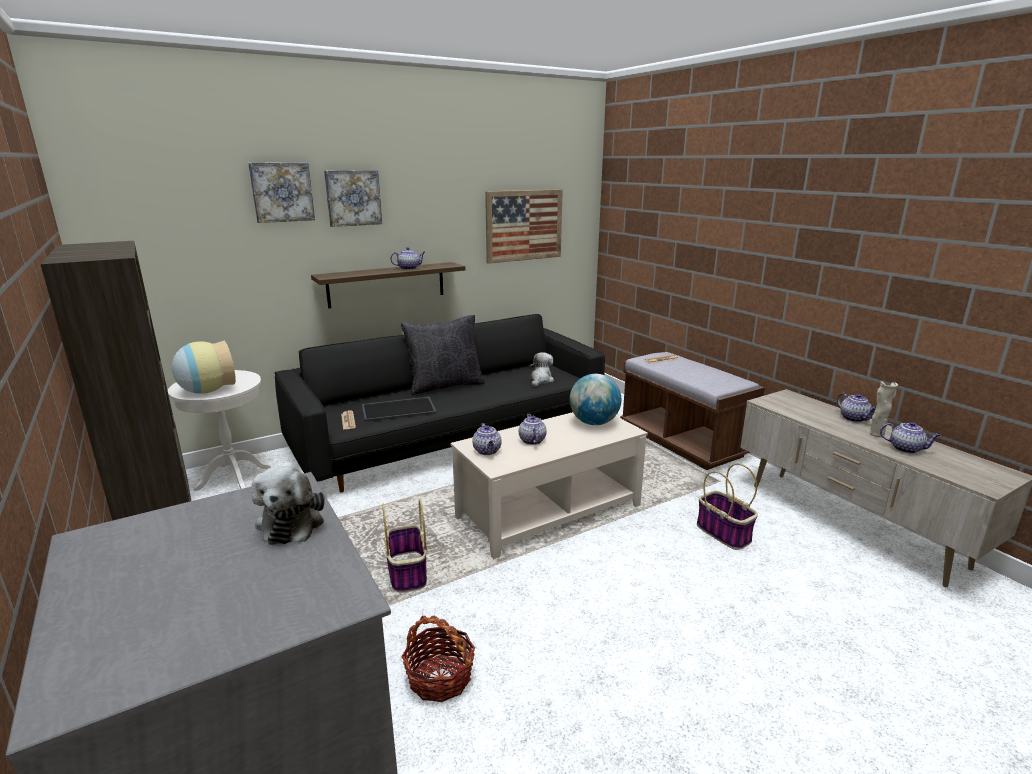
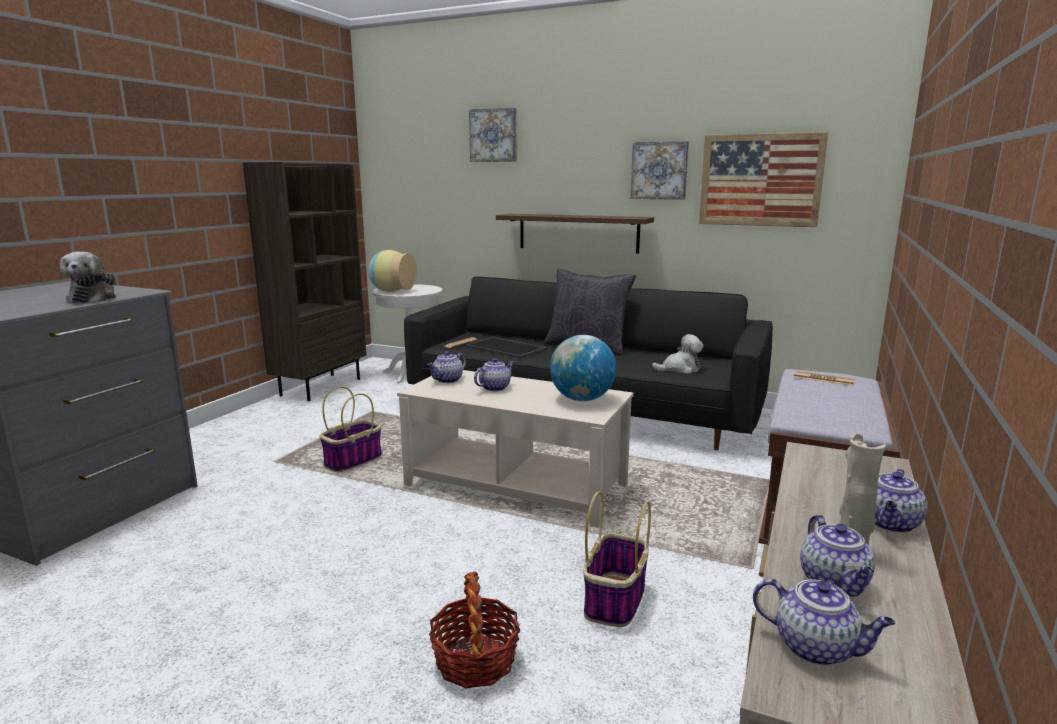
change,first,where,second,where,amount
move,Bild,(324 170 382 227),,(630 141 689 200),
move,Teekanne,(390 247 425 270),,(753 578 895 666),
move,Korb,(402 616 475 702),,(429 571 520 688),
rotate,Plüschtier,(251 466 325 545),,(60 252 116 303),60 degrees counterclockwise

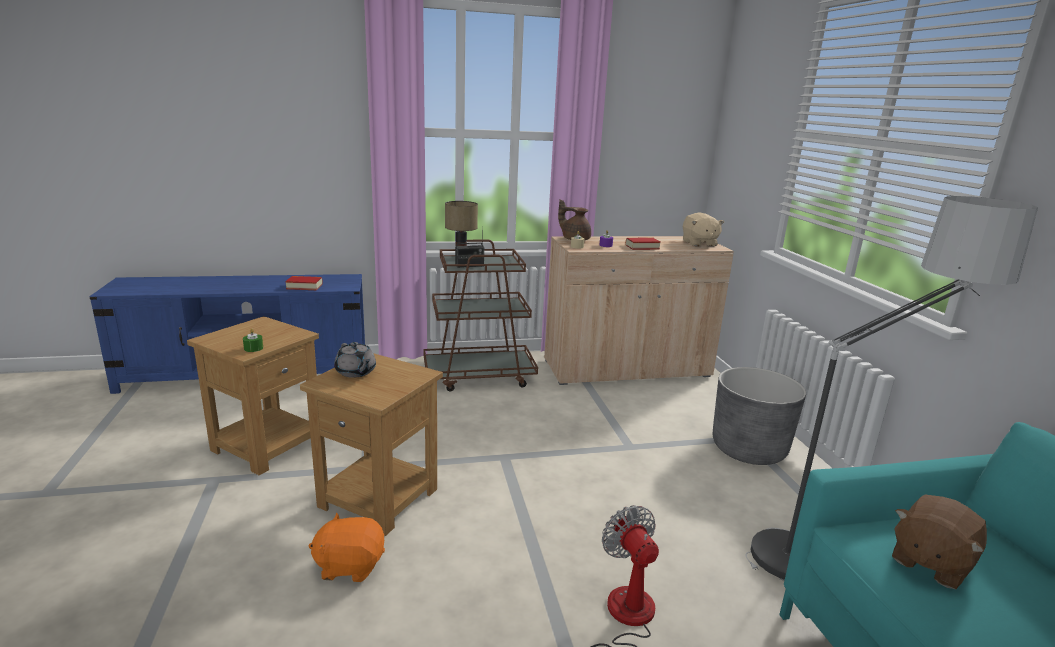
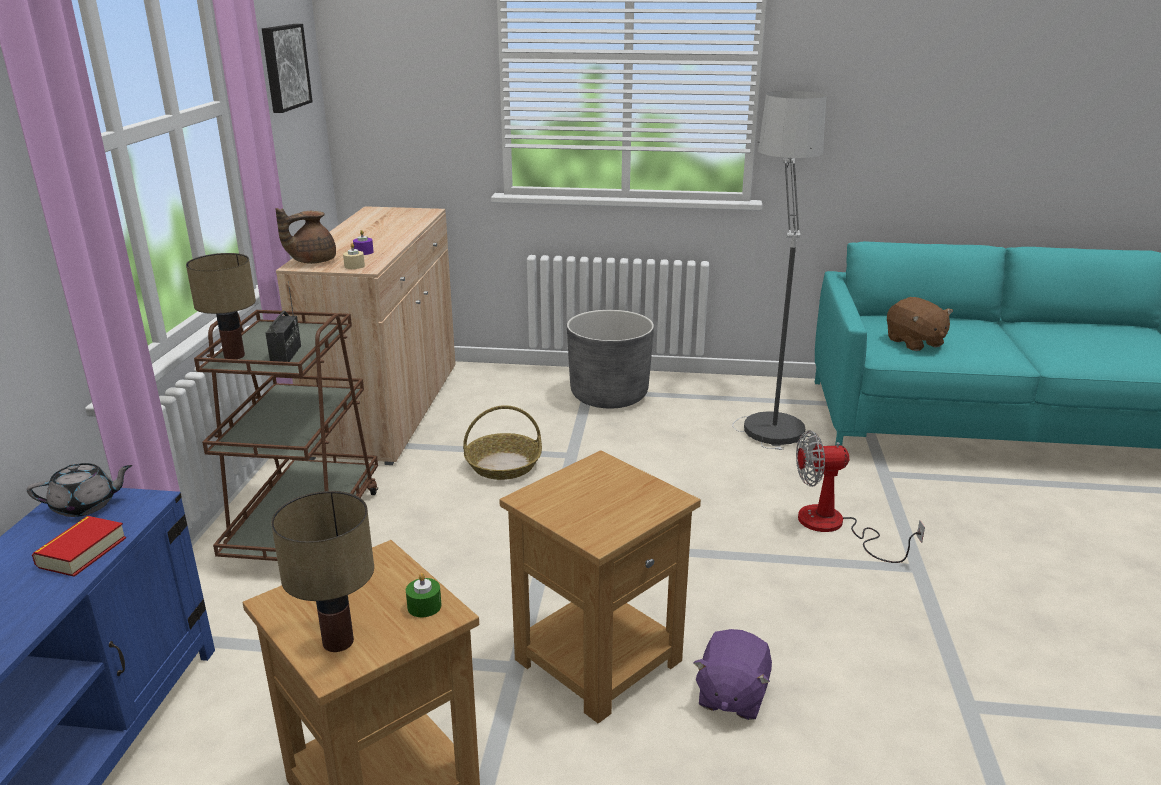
change,first,where,second,where,amount
delete,Buch,(626 238 660 250),,,
delete,Plüschtier (beige),(683 213 724 247),,,
insert,,,Bild,(262 24 313 113),
insert,,,Tischlampe,(271 491 374 652),
insert,,,Korb,(463 405 542 480),
move,Teekanne (grau),(334 342 376 378),,(27 463 132 517),
recolor,Plüschtier (orange),(309 513 385 582),Plüschtier (lila),(693 629 772 720),

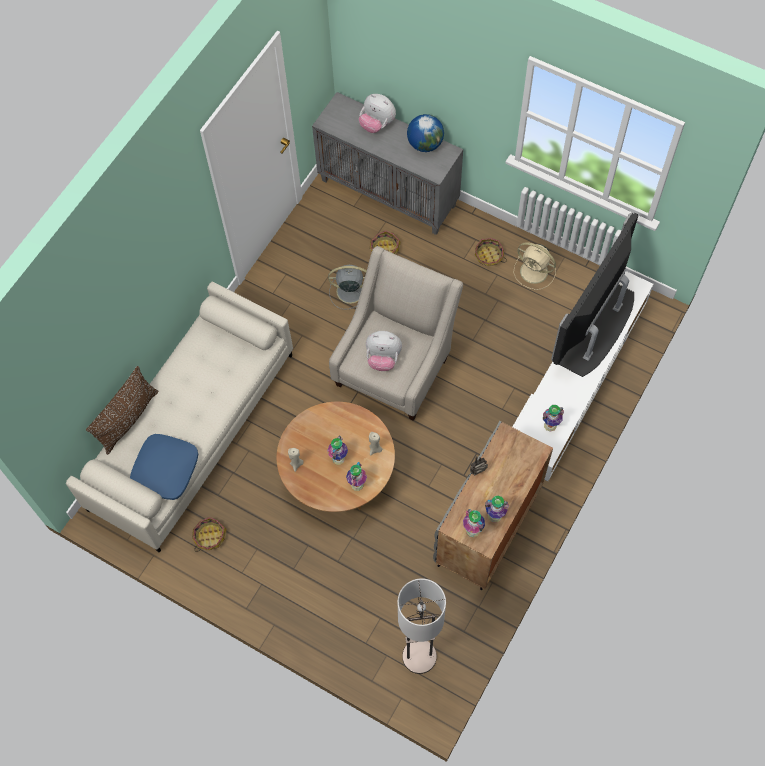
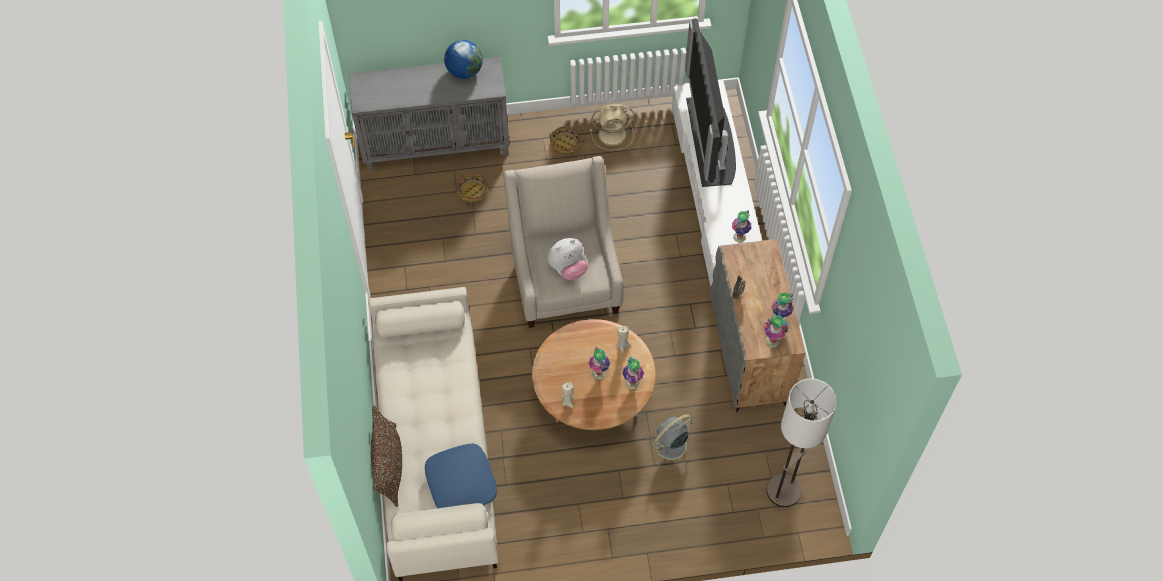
change,first,where,second,where,amount
delete,Korb,(192 517 227 552),,,
delete,Plüschtier,(359 94 396 133),,,
move,Ventilator (grau),(328 265 367 310),,(646 414 696 469),

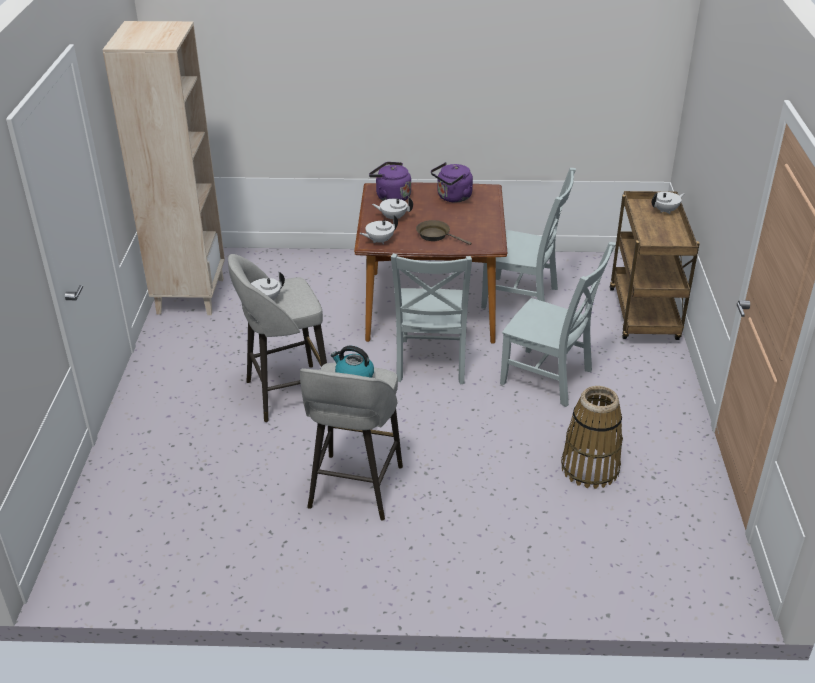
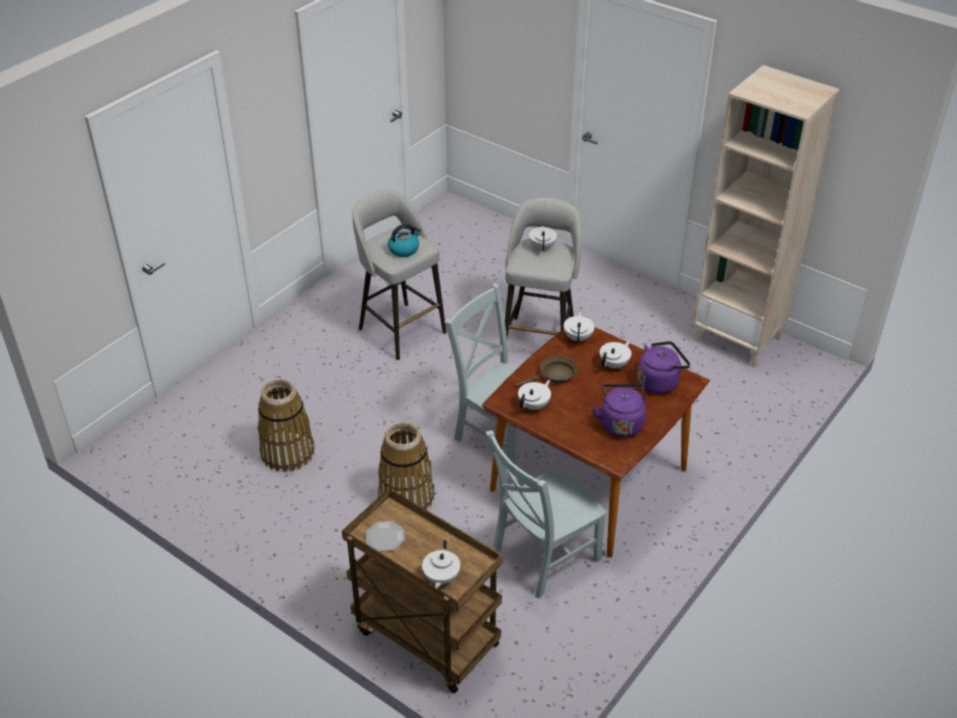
change,first,where,second,where,amount
insert,,,Teller,(366 521 405 552),
insert,,,Teekanne (weiß),(518 380 551 410),
replace,Stuhl (grau),(500 242 616 407),Korb,(378 422 435 510),

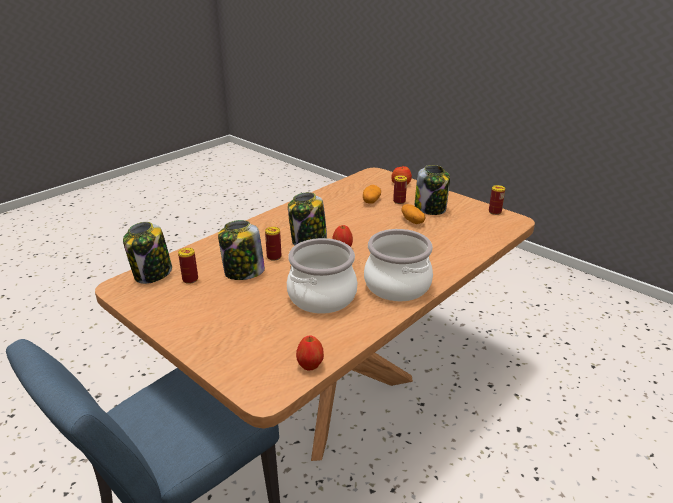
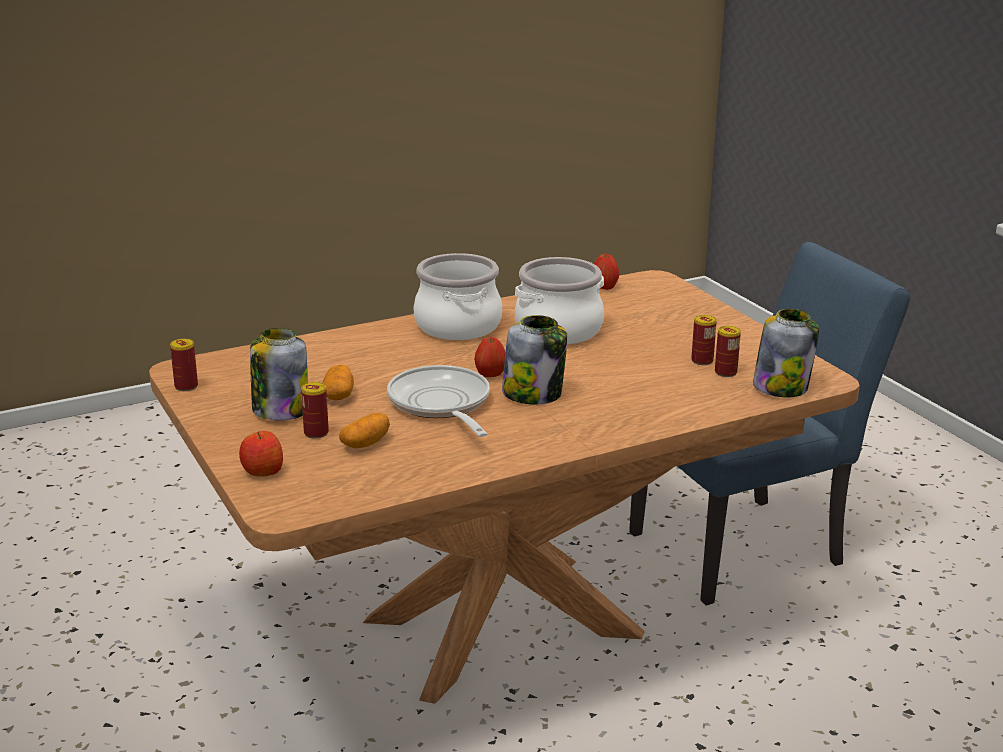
change,first,where,second,where,amount
delete,Vorratsglas,(218 220 265 280),,,
insert,,,Pfanne,(387 365 490 437),
move,Dose,(265 227 282 261),,(691 315 717 365),

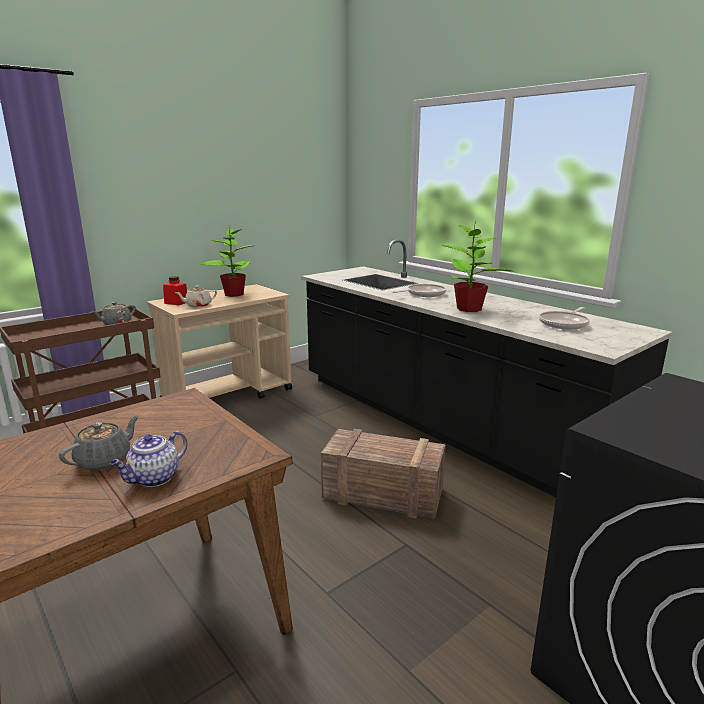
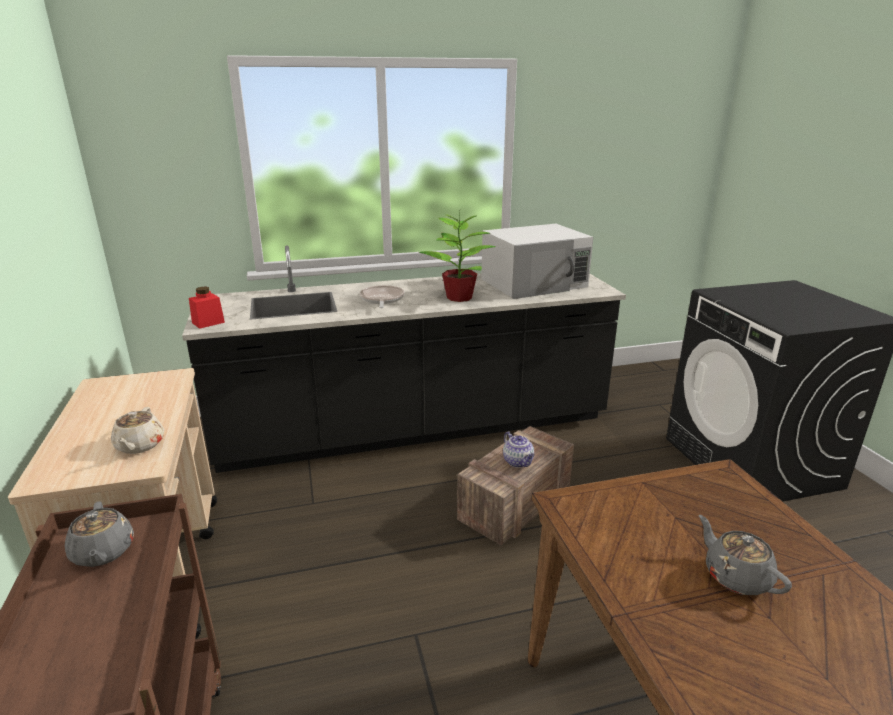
change,first,where,second,where,amount
delete,Topfpflanze,(199 227 255 297),,,
move,Teekanne,(110 431 188 487),,(503 431 535 468),
move,Vorratsglas (rot),(163 276 187 305),,(189 287 225 329),
replace,Pfanne,(539 307 590 330),Mikrowelle (weiß),(481 224 593 299),

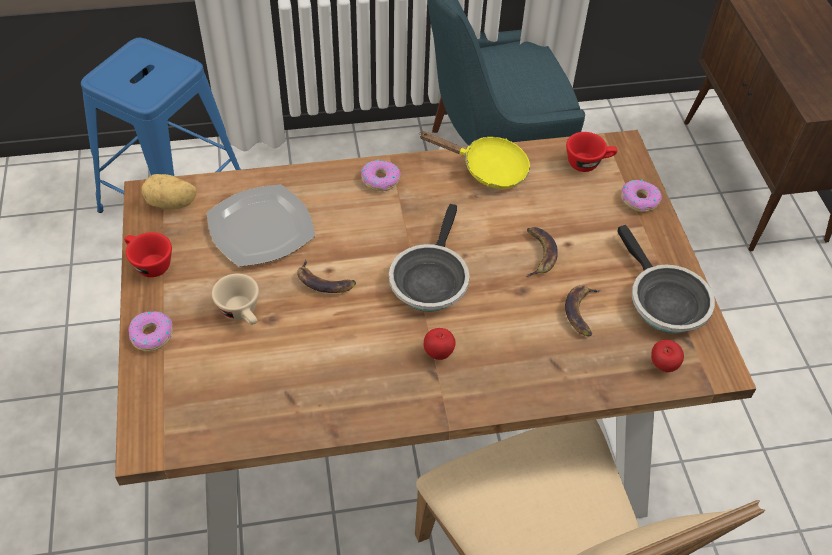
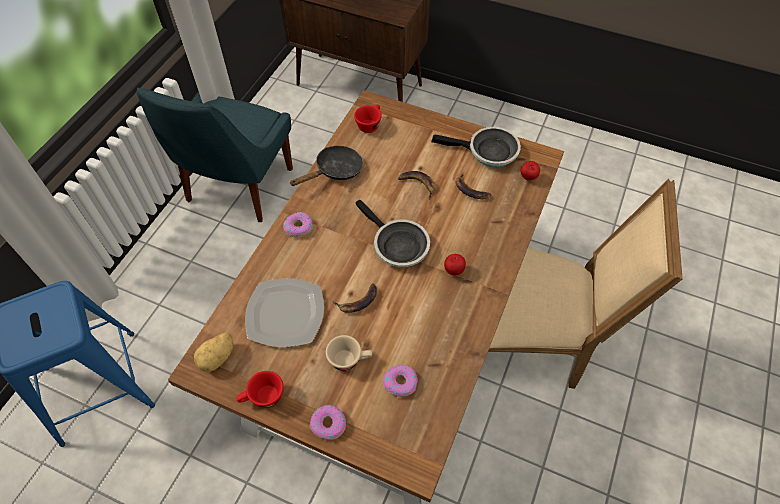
change,first,where,second,where,amount
move,Donut,(621 179 662 212),,(383 365 418 397),
recolor,Pfanne (gelb),(419 131 530 189),Pfanne (schwarz),(290 146 363 186),

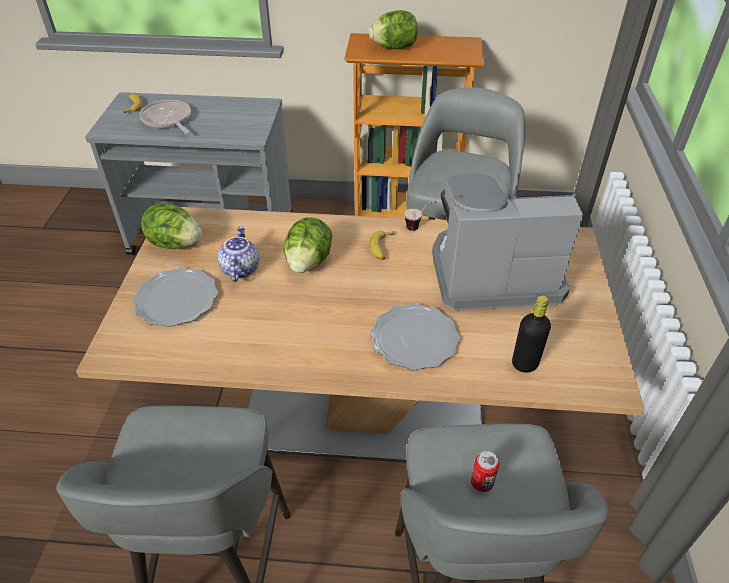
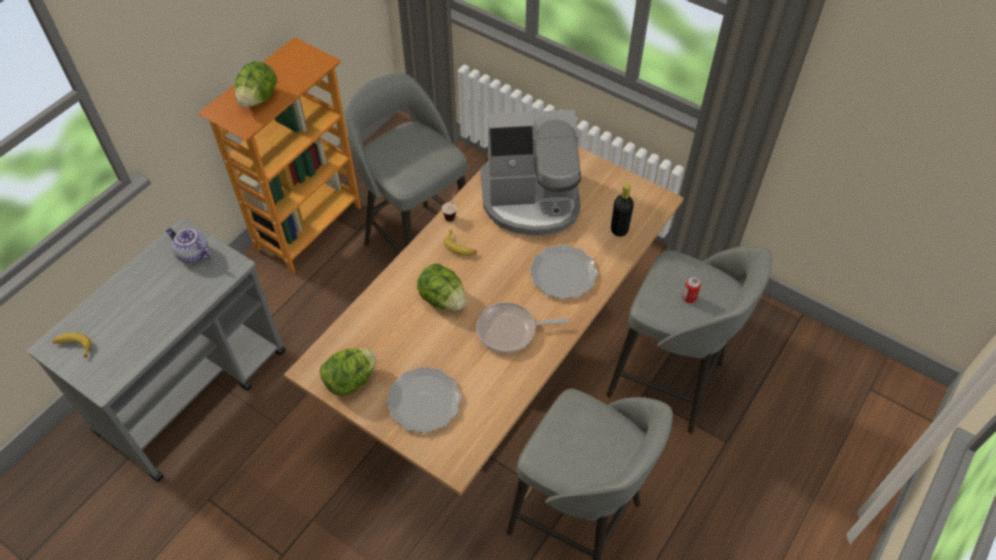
change,first,where,second,where,amount
move,Pfanne,(139 100 191 134),,(476 302 568 353),
move,Teekanne,(218 226 259 282),,(164 227 212 263),
rotate,Kaffeemaschine,(432 173 583 311),,(480 110 581 236),120 degrees counterclockwise

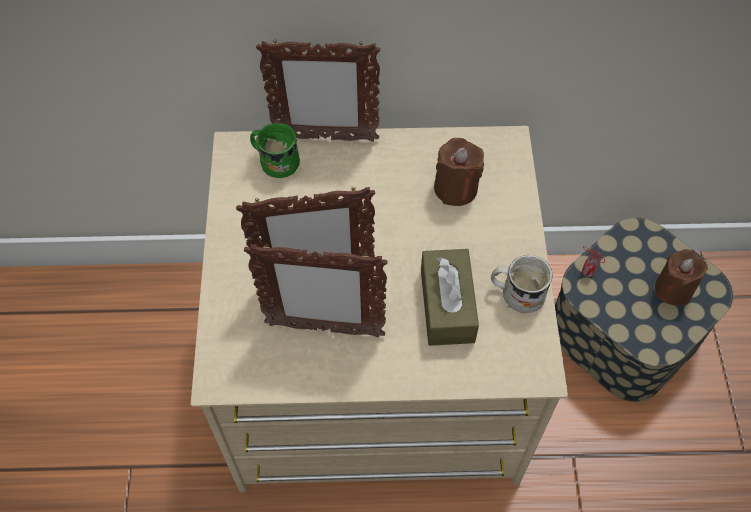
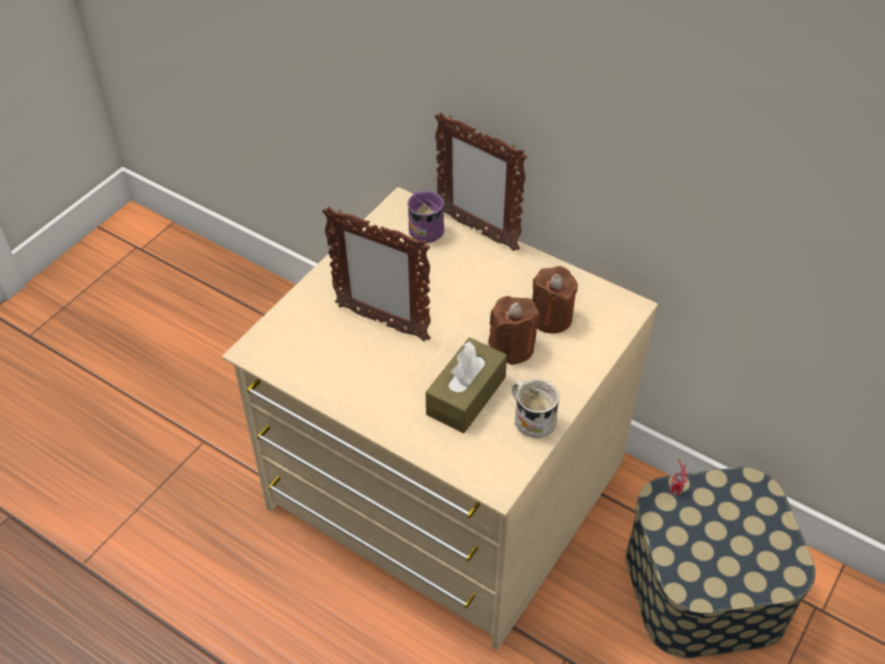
change,first,where,second,where,amount
delete,Bilderrahmen,(244 243 387 337),,,
move,Kerze (braun),(655 249 708 306),,(488 296 540 365),
recolor,Henkelbecher (grün),(250 123 300 178),Henkelbecher (lila),(407 191 444 243),

